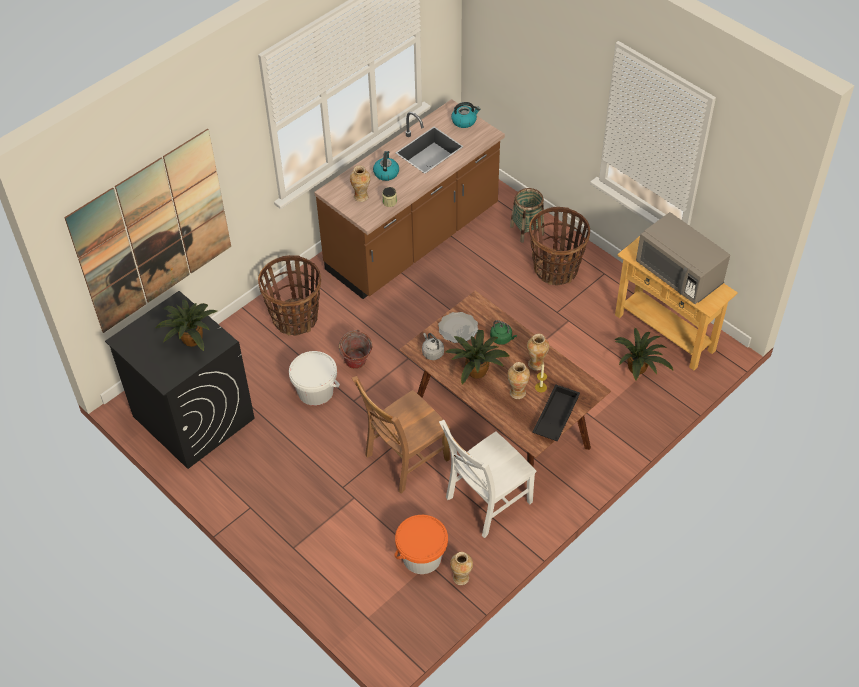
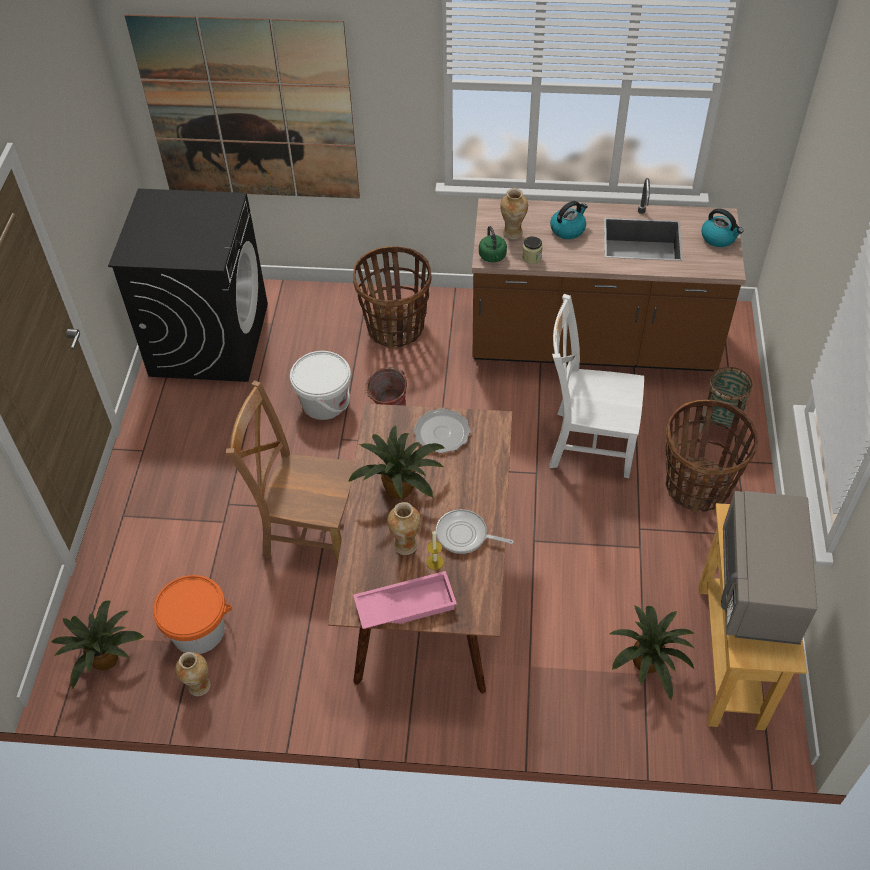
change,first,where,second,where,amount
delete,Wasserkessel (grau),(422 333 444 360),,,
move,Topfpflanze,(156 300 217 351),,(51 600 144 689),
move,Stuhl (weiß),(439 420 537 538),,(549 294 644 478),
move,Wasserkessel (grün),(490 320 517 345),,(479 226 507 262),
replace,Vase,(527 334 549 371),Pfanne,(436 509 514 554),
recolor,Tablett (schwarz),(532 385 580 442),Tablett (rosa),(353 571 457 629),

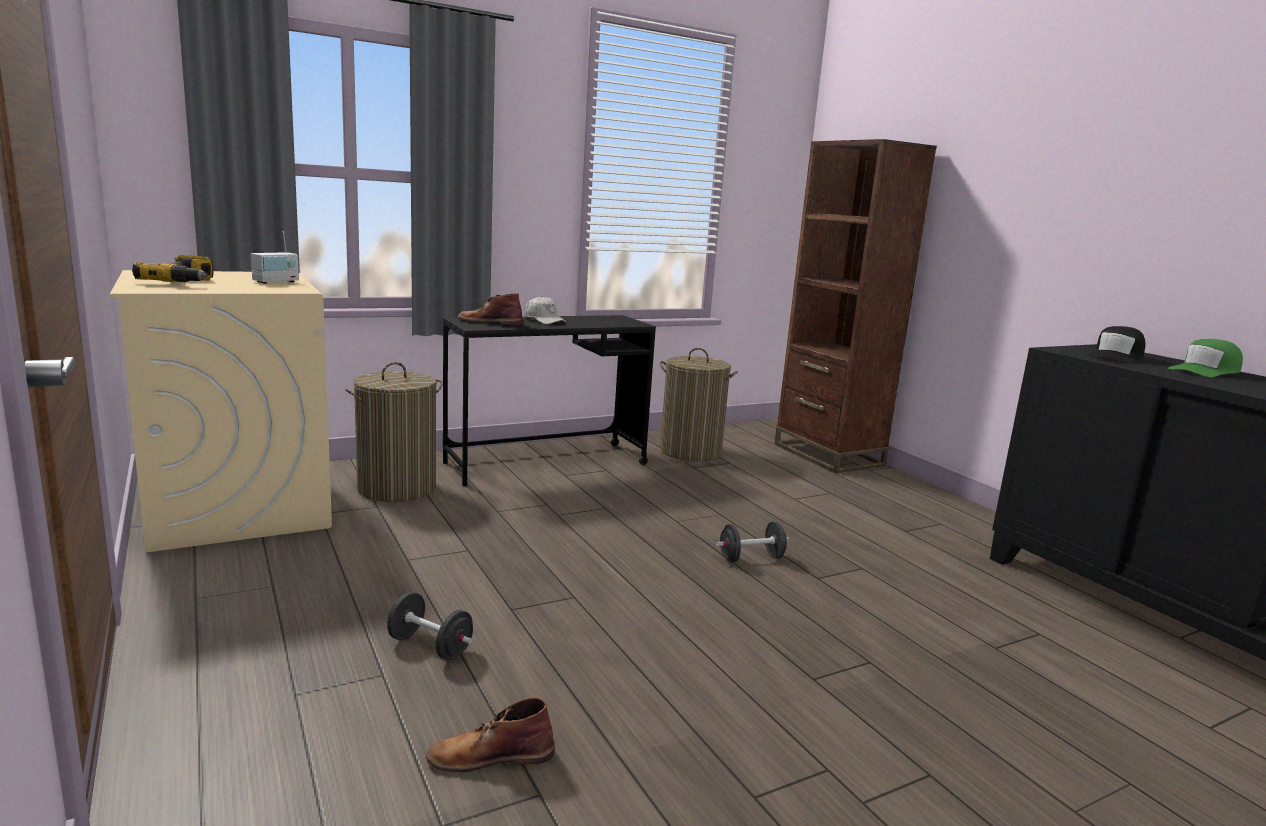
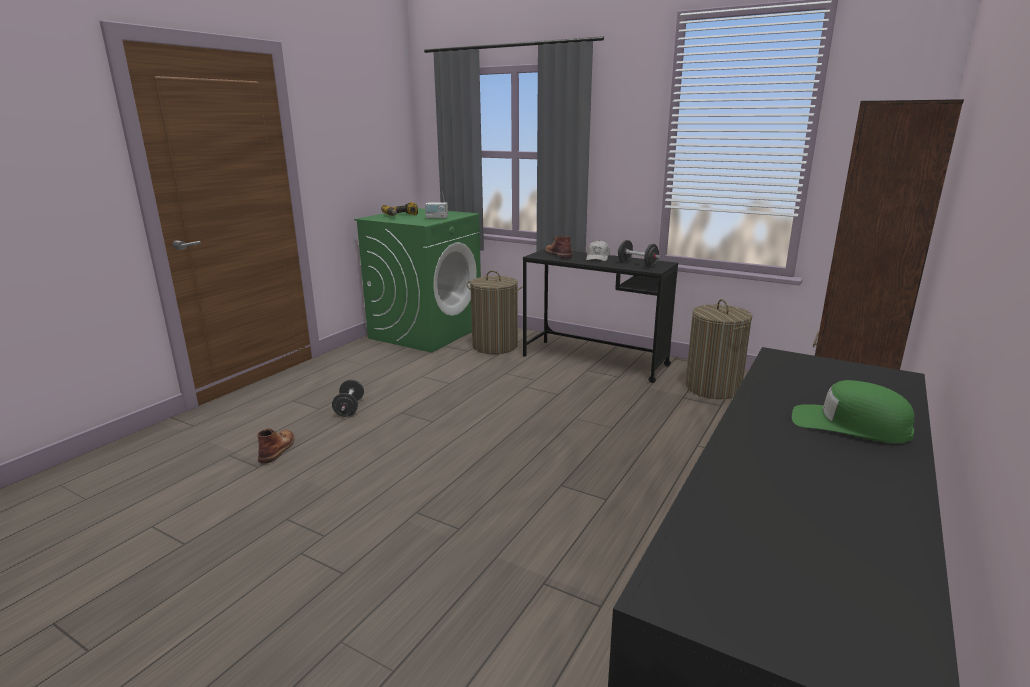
change,first,where,second,where,amount
delete,Kappe (schwarz),(1086 326 1146 363),,,
move,Hantel (schwarz),(716 522 790 562),,(617 240 660 267),
recolor,Waschmaschine (beige),(110 270 332 553),Waschmaschine (grün),(354 208 481 353),
rotate,Stiefel (braun),(426 697 555 772),,(257 428 294 464),45 degrees clockwise

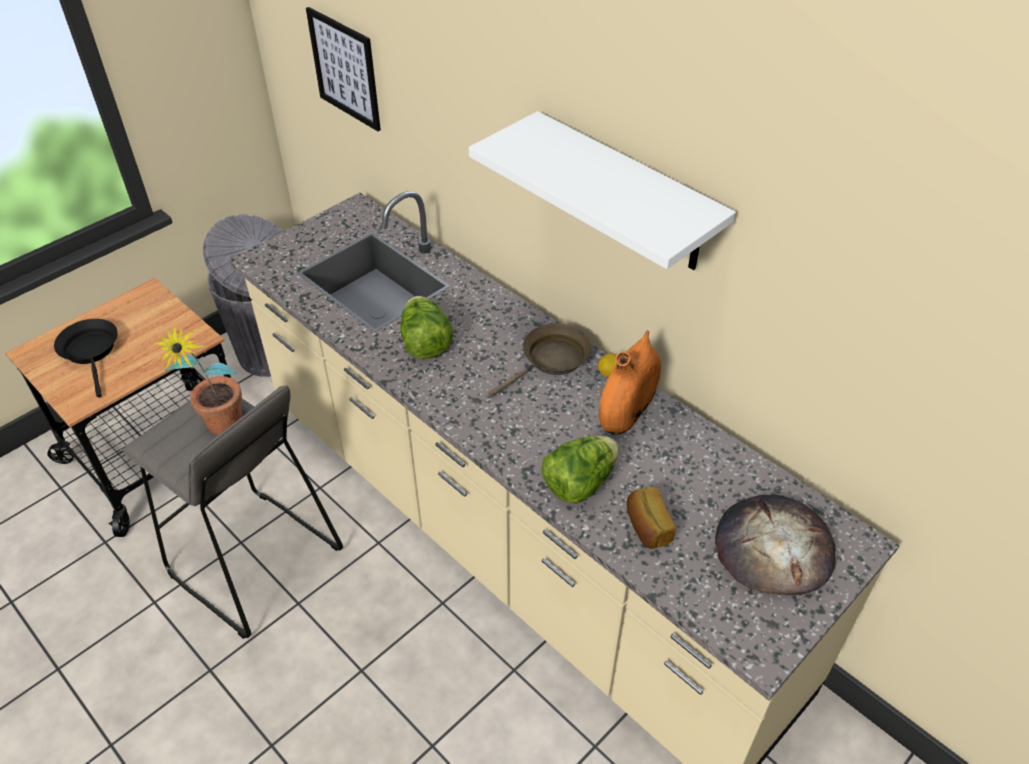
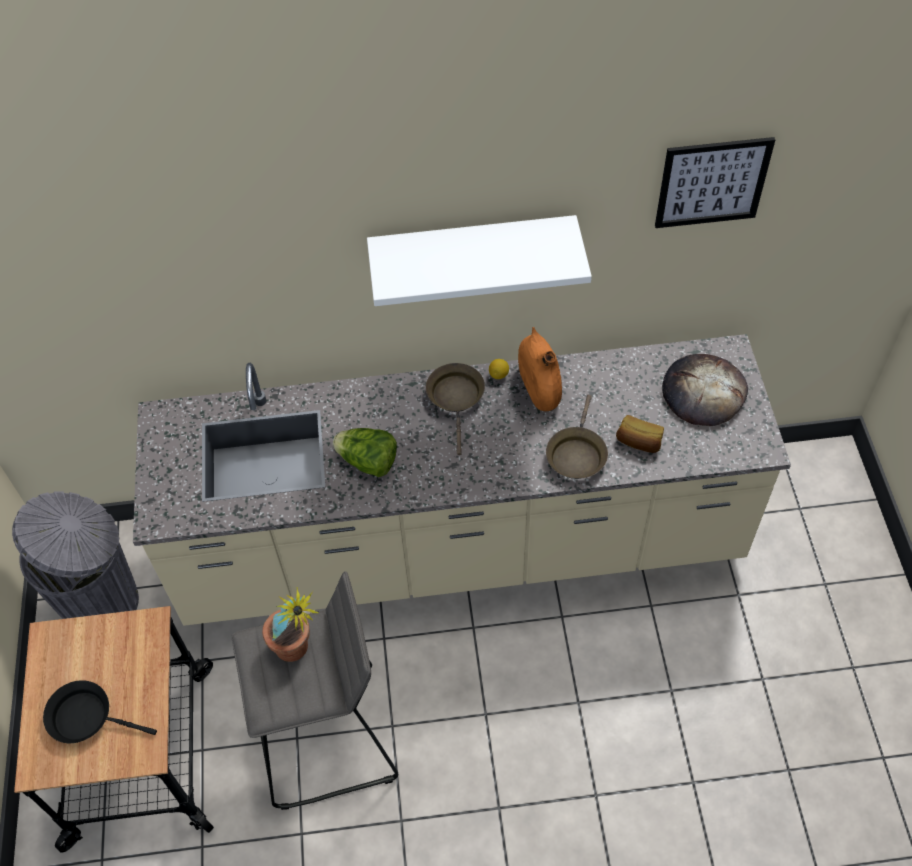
change,first,where,second,where,amount
move,Bild,(306 7 381 131),,(655 137 775 228),
replace,Salatkopf,(541 436 619 504),Pfanne (braun),(546 395 608 479),

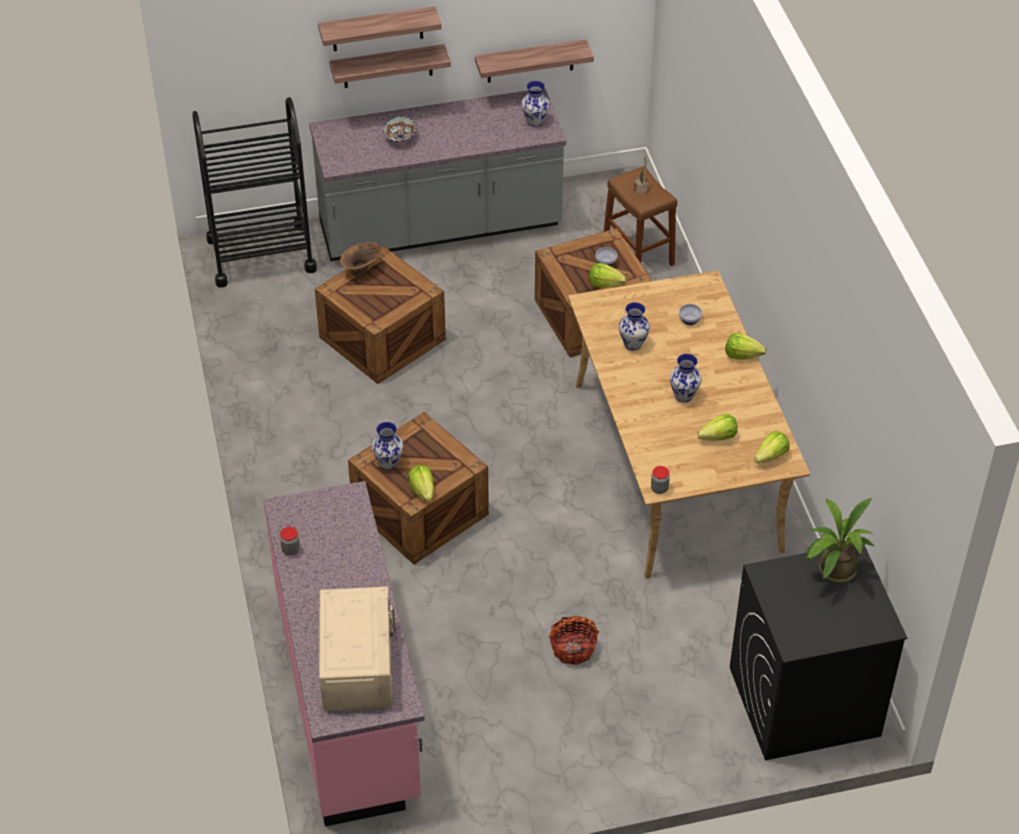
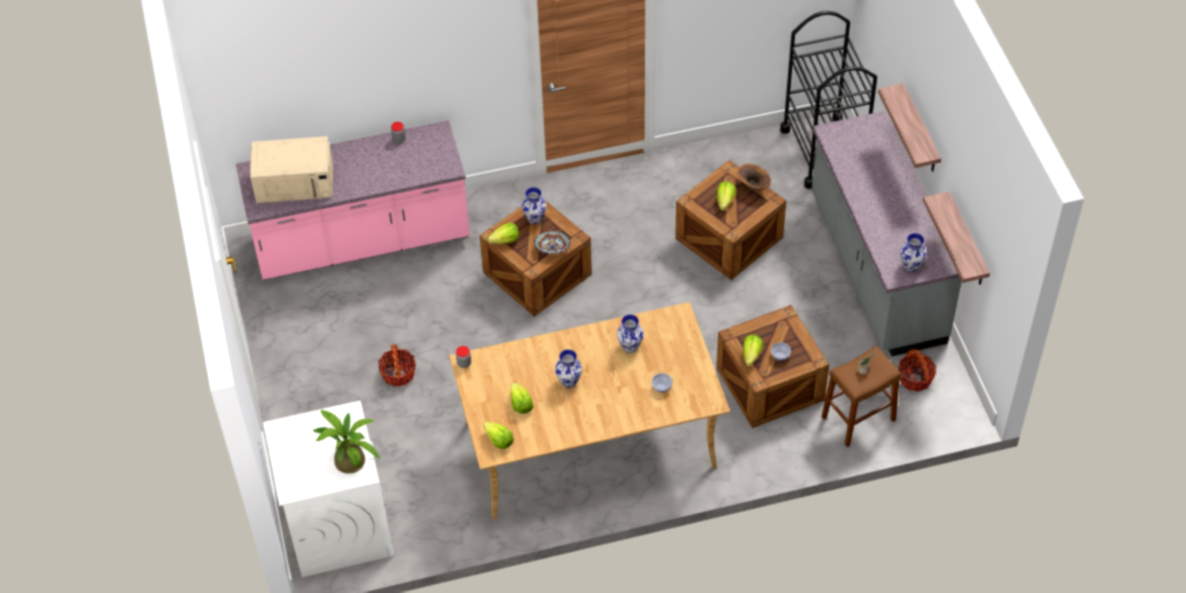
change,first,where,second,where,amount
delete,Wandregal,(318 7 442 51),,,
insert,,,Korb,(898 349 936 392),
move,Schüssel,(383 116 417 143),,(534 231 570 254),
move,Salatkopf,(725 333 766 360),,(717 181 736 211),
recolor,Waschmaschine (schwarz),(730 544 907 760),Waschmaschine (weiß),(263 401 394 577),

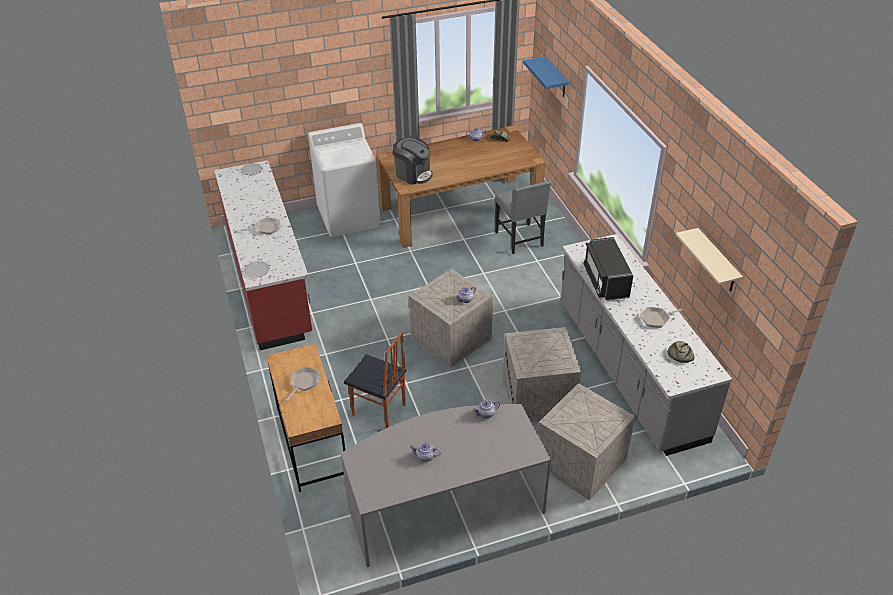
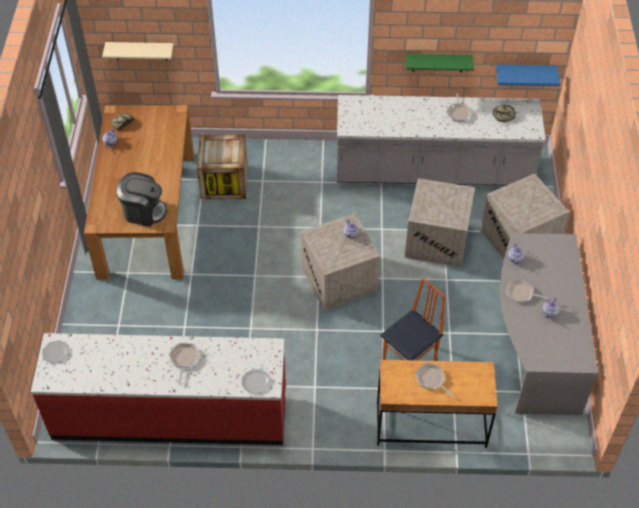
change,first,where,second,where,amount
delete,Waschmaschine (weiß),(308 123 381 237),,,
delete,Mikrowelle (schwarz),(583 237 633 301),,,
insert,,,Wandregal (grün),(405 54 474 72),
insert,,,Pfanne,(506 279 550 303),
move,Wandregal (blau),(523 56 569 97),,(496 65 560 86),
move,Wandregal (beige),(675 228 743 291),,(102 42 174 61),
replace,Stuhl (grau),(495 180 551 254),Kiste,(197 135 248 199),
rotate,Kaffeemaschine,(393 137 433 185),,(117 172 167 227),45 degrees clockwise

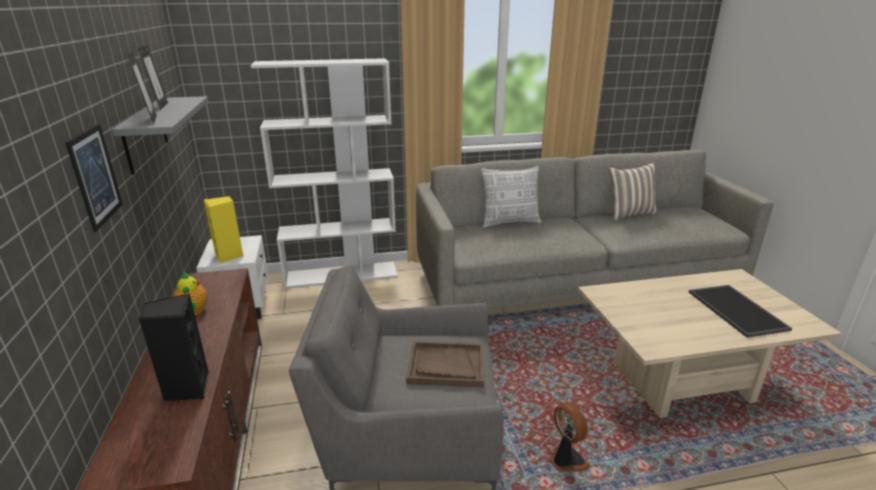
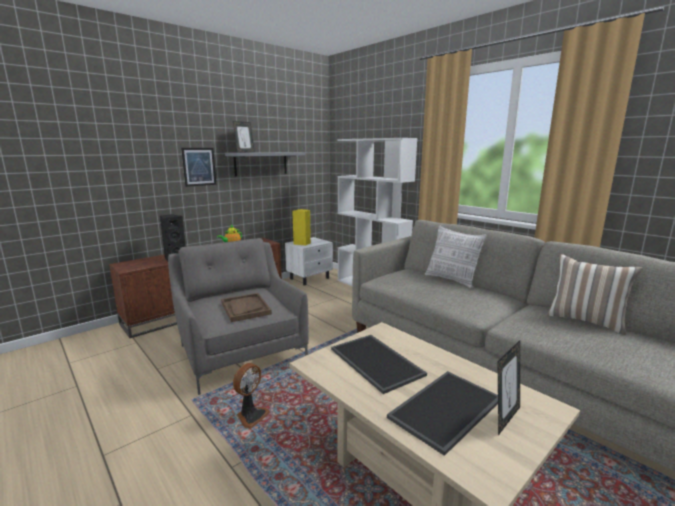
change,first,where,second,where,amount
insert,,,Tablett,(331 335 427 394),
move,Bilderrahmen,(138 45 168 110),,(498 340 520 435),

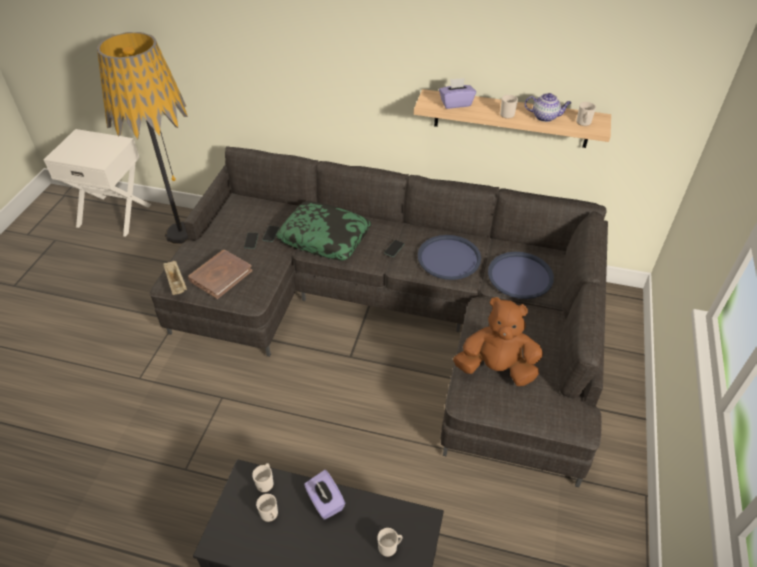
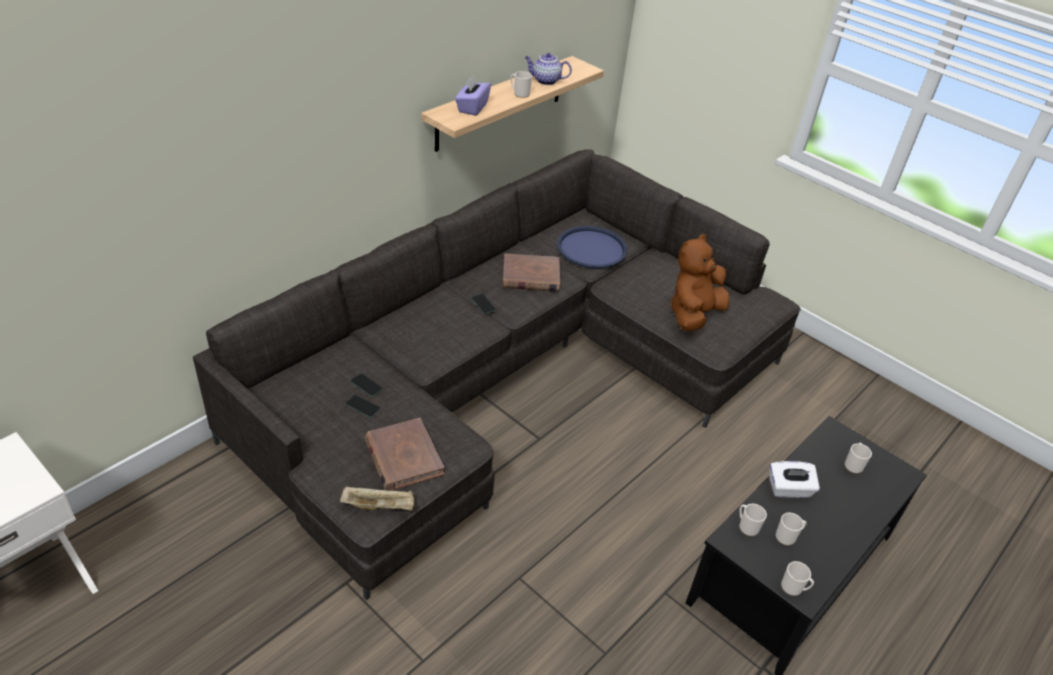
change,first,where,second,where,amount
delete,Stehlampe,(97 32 189 244),,,
delete,Kissen,(276 201 371 261),,,
move,Henkelbecher,(576 102 596 126),,(781 561 814 596),
replace,Tablett (blau),(418 235 481 280),Buch (braun),(503 253 560 292),
recolor,Taschentuchbox (lila),(304 470 345 520),Taschentuchbox (weiß),(770 461 820 498),
rotate,Teekanne,(525 93 572 122),,(525 53 572 85),120 degrees counterclockwise

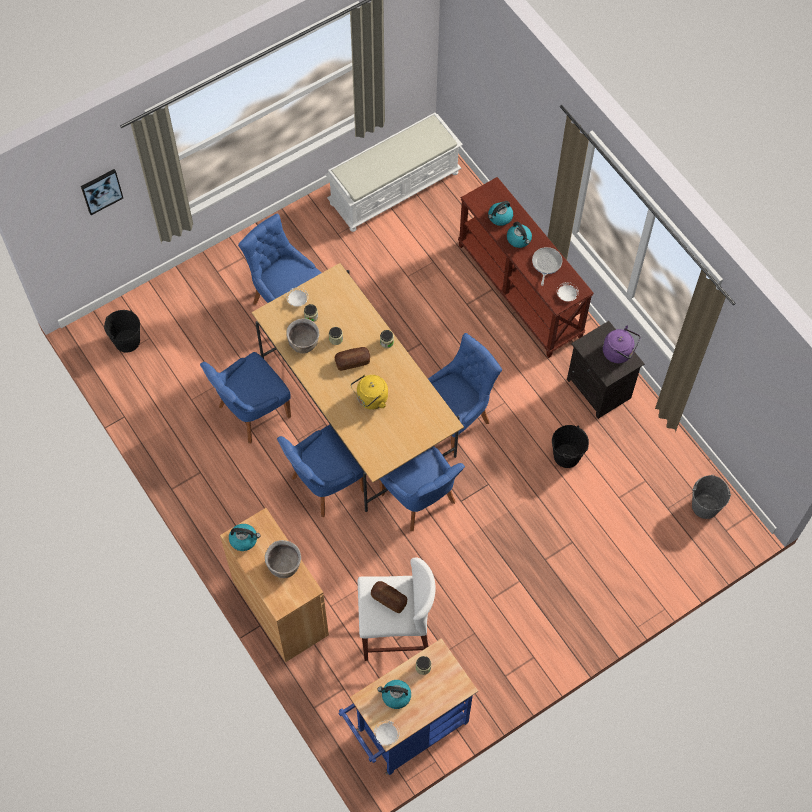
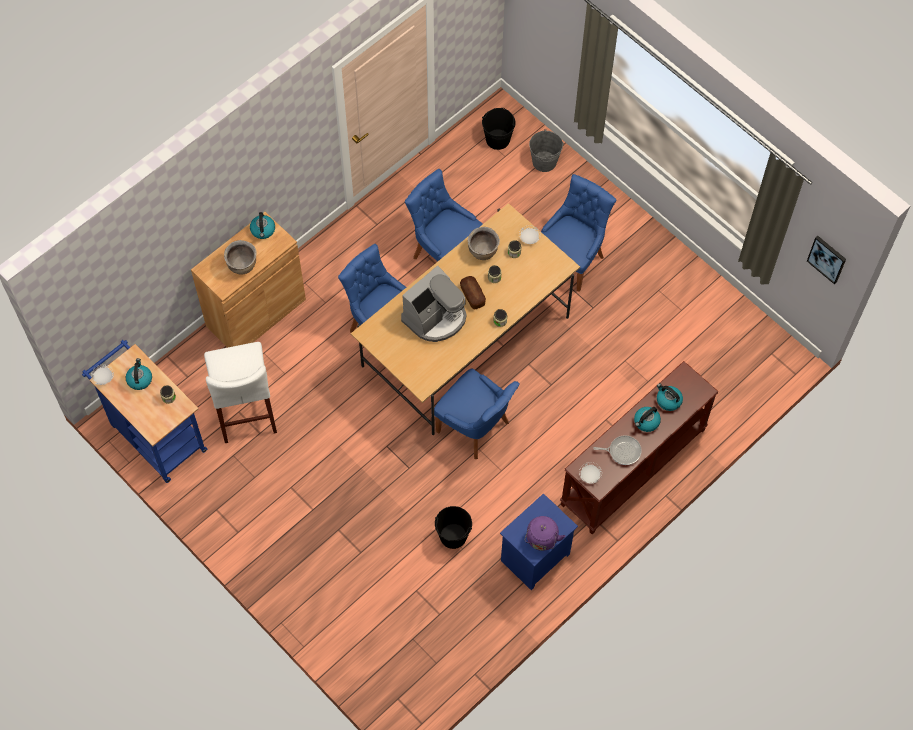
change,first,where,second,where,amount
delete,Bank (weiß),(325 113 463 232),,,
delete,Brot,(371 581 407 613),,,
delete,Stuhl (blau),(379 446 465 531),,,
move,Bild,(81 169 123 215),,(807 236 846 284),
move,Eimer (grau),(692 475 731 519),,(529 129 564 172),
replace,Wasserkessel (gelb),(350 375 388 409),Kaffeemaschine,(401 265 467 342),
recolor,Nachttisch (schwarz),(567 321 644 419),Nachttisch (blau),(500 493 578 590),

